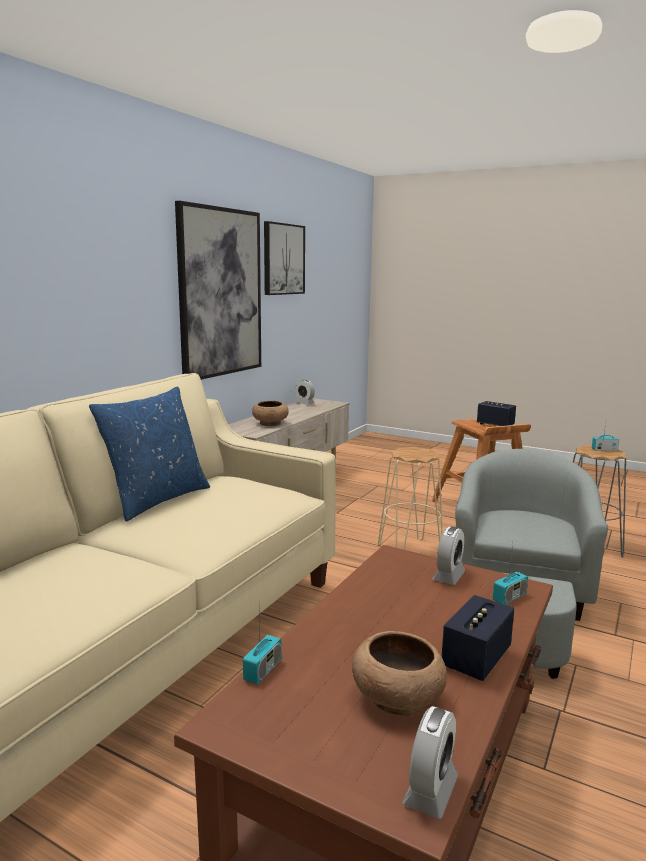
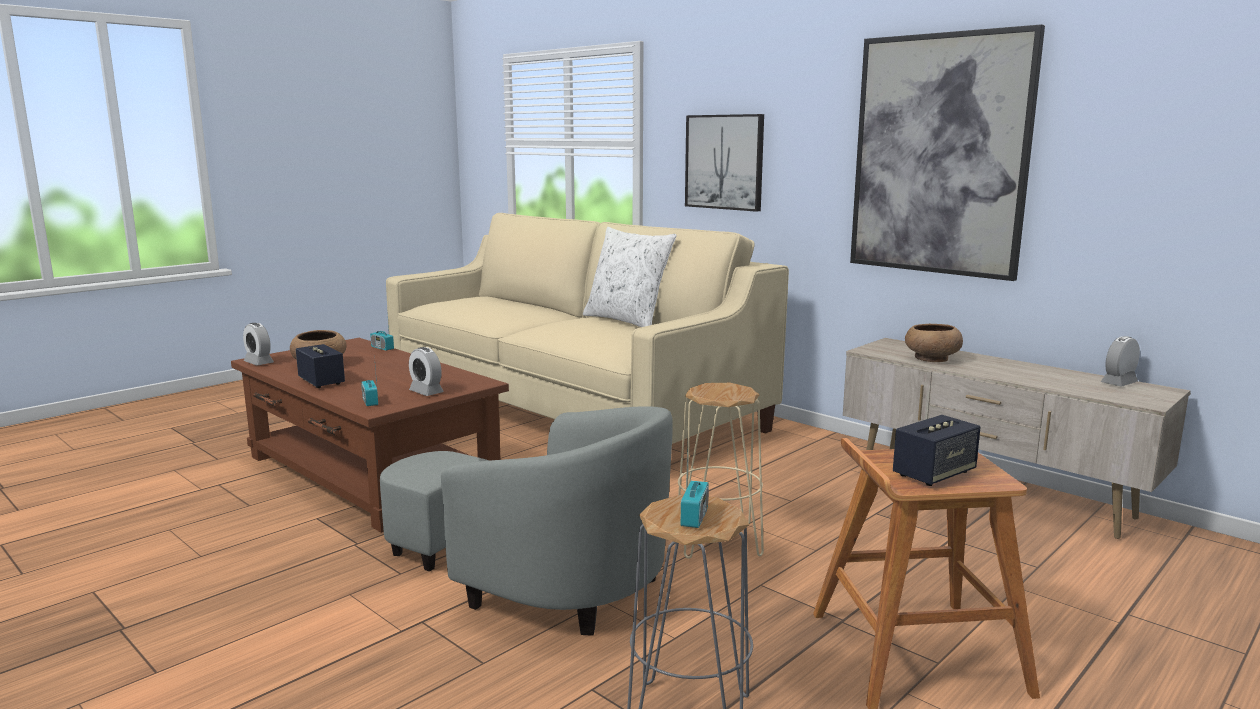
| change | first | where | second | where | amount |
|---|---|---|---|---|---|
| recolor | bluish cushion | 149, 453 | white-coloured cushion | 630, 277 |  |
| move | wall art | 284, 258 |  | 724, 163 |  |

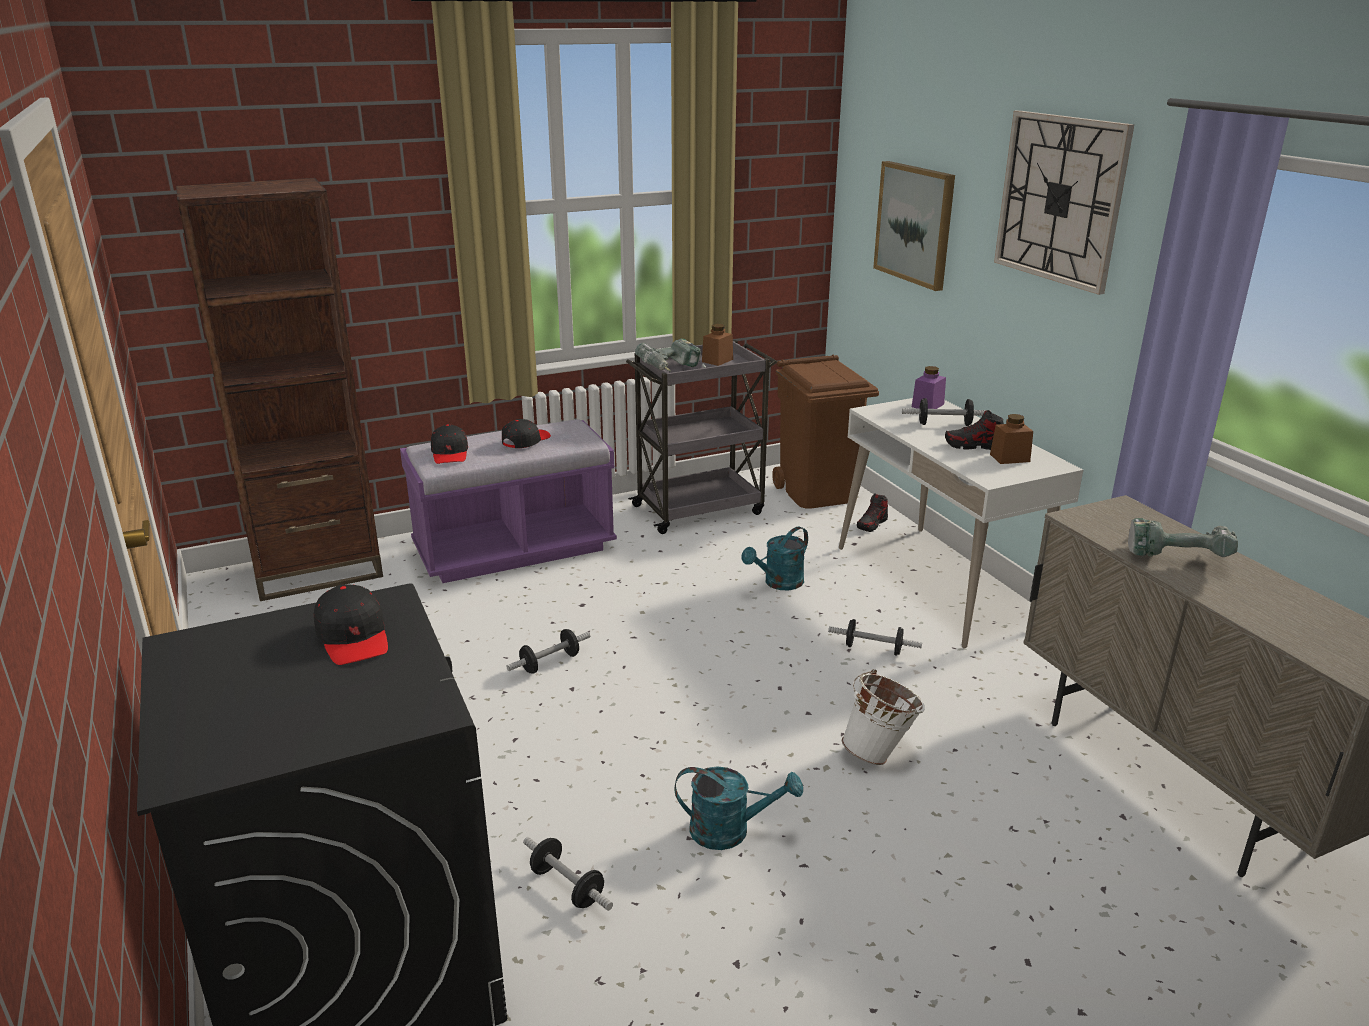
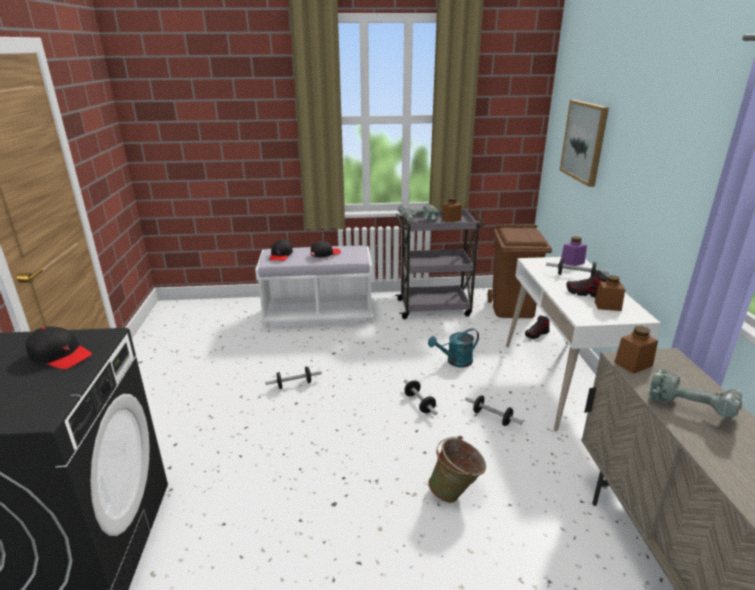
| change | first | where | second | where | amount |
|---|---|---|---|---|---|
| rotate | black peaked cap | 351, 624 |  | 58, 347 | 60 degrees counterclockwise |
| recolor | purplish long seat | 508, 501 | white-coloured long seat | 314, 286 |  |
| move | hand weight | 568, 874 |  | 421, 397 |  |
| recolor | white-coloured bucket | 883, 717 | green-coloured bucket | 457, 469 |  |
| insert |  |  | brown-coloured jar | 636, 350 |  |
| delete | brown-coloured shelving unit | 279, 389 |  |  |  |
| delete | blue-green sprinkling can | 738, 808 |  |  |  |
| delete | hanging clock | 1064, 202 |  |  |  |

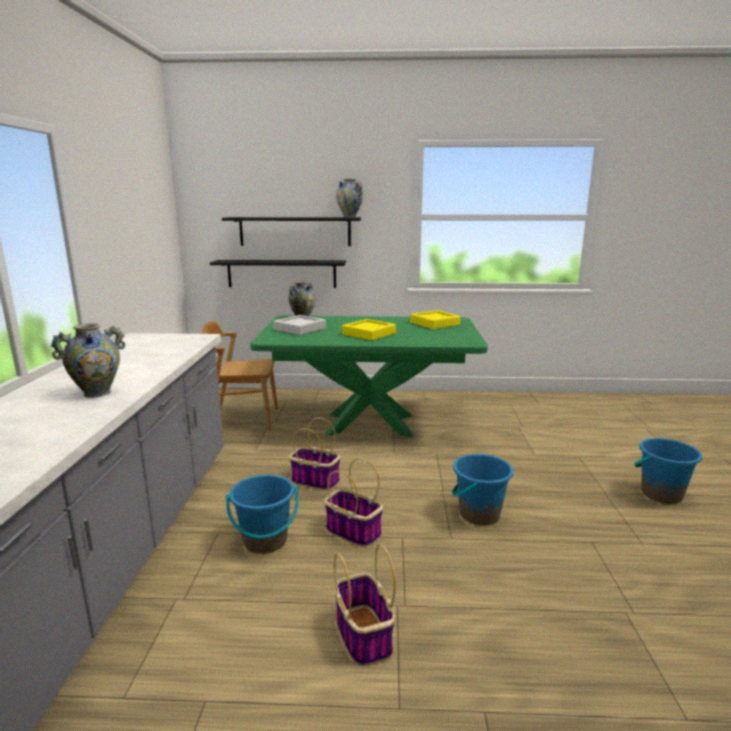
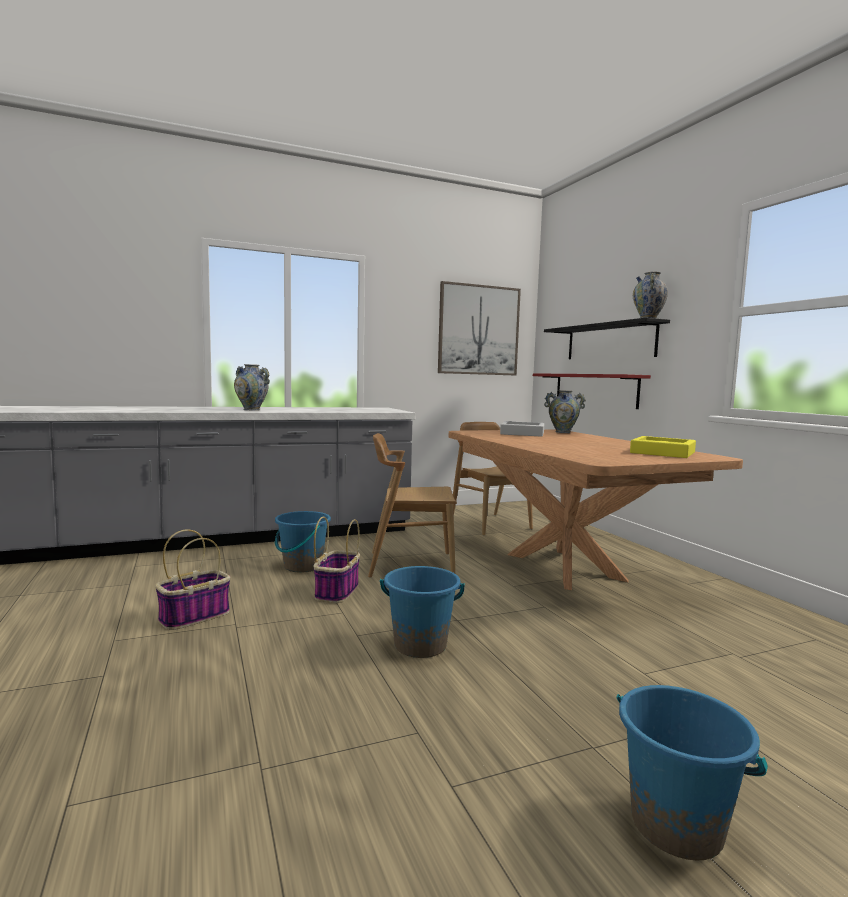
| change | first | where | second | where | amount |
|---|---|---|---|---|---|
| replace | household basket | 314, 454 | brown-coloured upright chair | 412, 505 |  |
| insert |  |  | wall art | 479, 328 |  |
| recolor | green-coloured dinner table | 369, 377 | brown-coloured dinner table | 596, 509 |  |
| recolor | black bracket shelf | 278, 274 | red-coloured bracket shelf | 592, 391 |  |
| delete | yellow tray | 369, 330 |  |  |  |

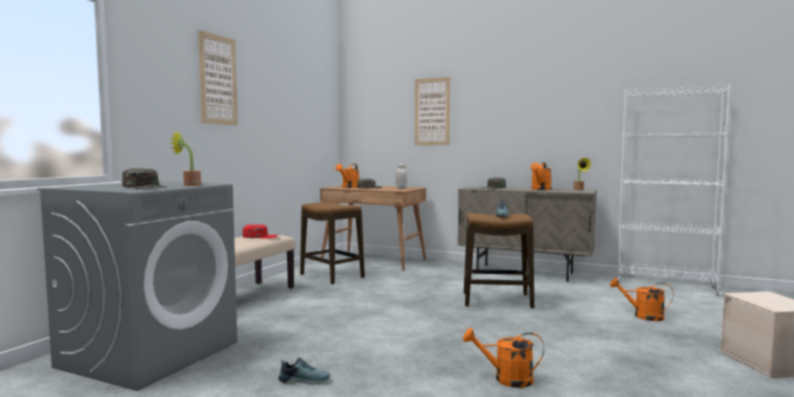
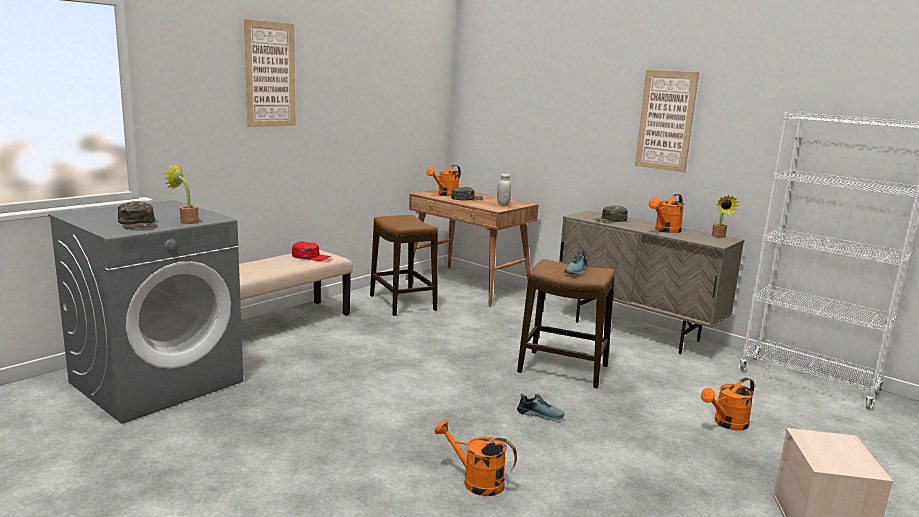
| change | first | where | second | where | amount |
|---|---|---|---|---|---|
| move | low shoe | 304, 370 |  | 541, 407 |  |
| move | wall art | 432, 111 |  | 667, 121 |  |
| rotate | orangey sprinkling can | 641, 299 |  | 727, 404 | 75 degrees counterclockwise |

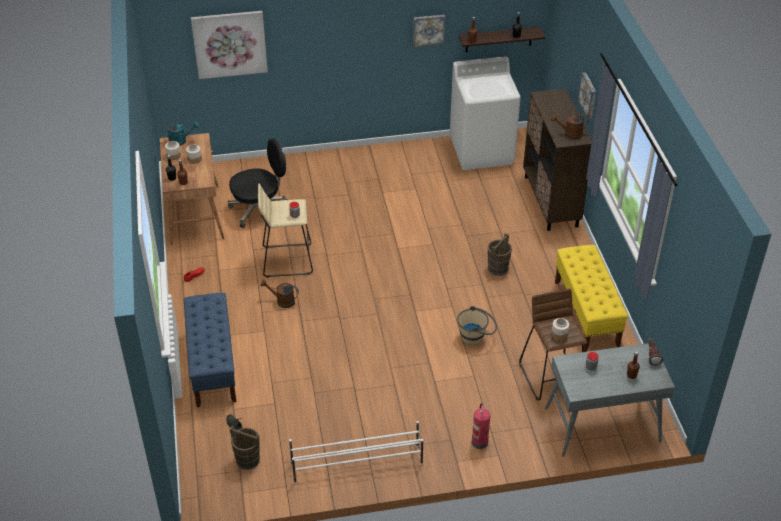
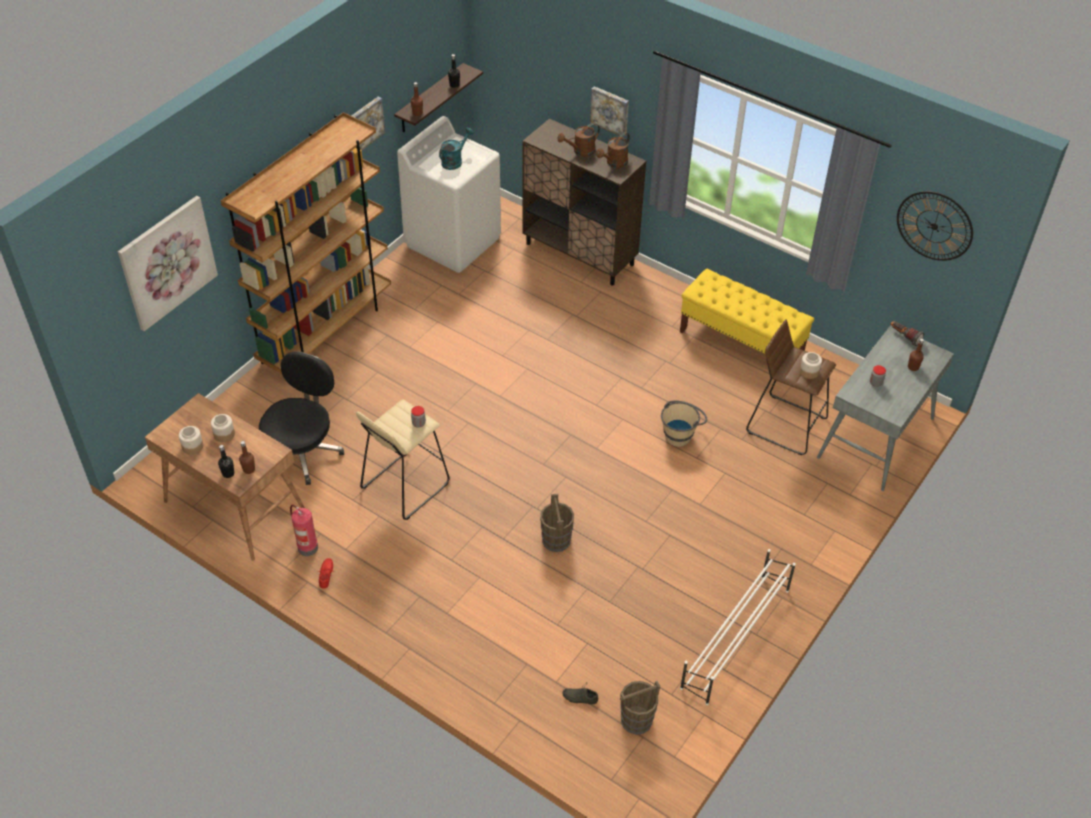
| change | first | where | second | where | amount |
|---|---|---|---|---|---|
| insert |  |  | brown-coloured shelving unit | 306, 243 |  |
| move | extinguisher | 481, 426 |  | 304, 530 |  |
| move | blue-green sprinkling can | 181, 133 |  | 456, 149 |  |
| move | brown-coloured bucket | 499, 254 |  | 557, 523 |  |
| move | brown-coloured sprinkling can | 279, 294 |  | 578, 140 |  |
| insert |  |  | hanging clock | 935, 226 |  |
| delete | bluish long seat | 210, 350 |  |  |  |

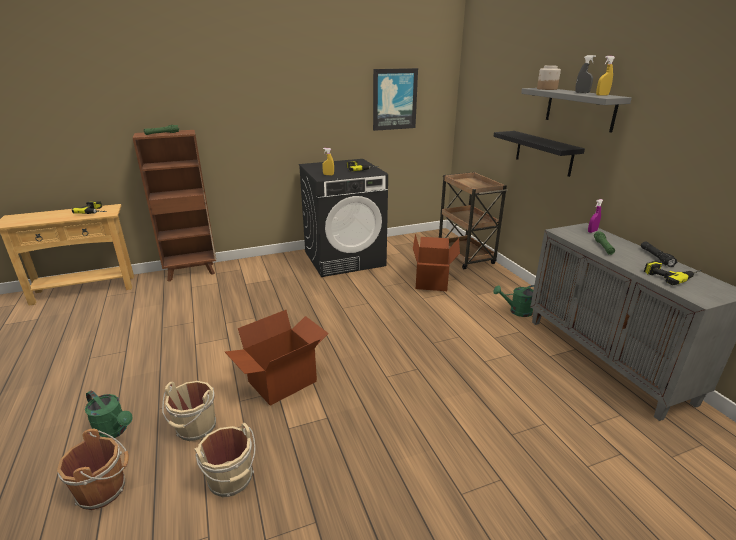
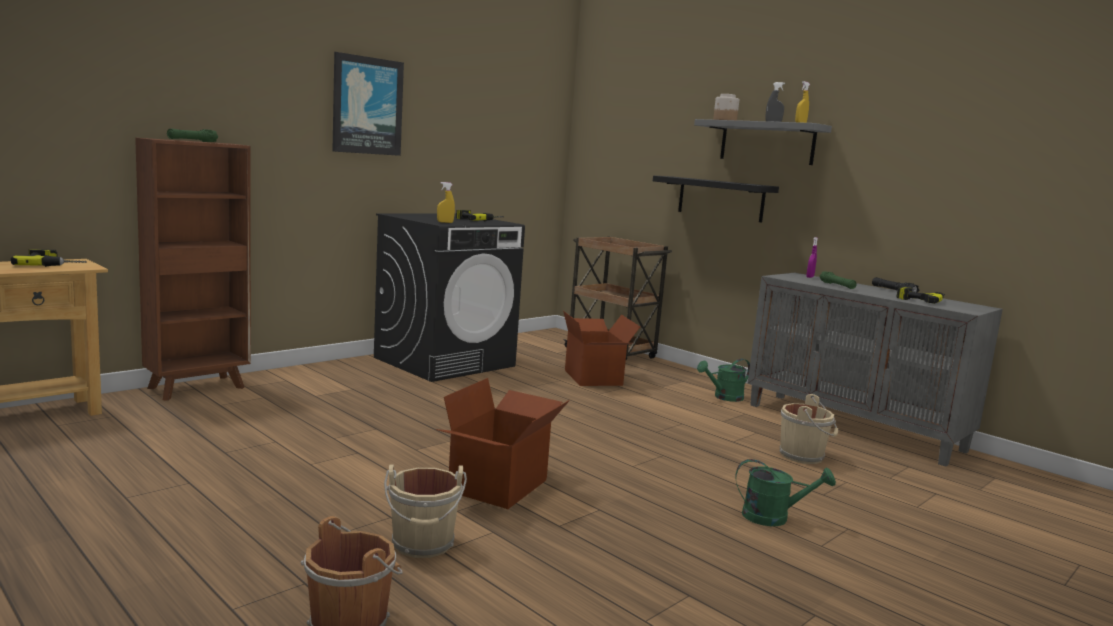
| change | first | where | second | where | amount |
|---|---|---|---|---|---|
| move | wall art | 395, 99 |  | 368, 104 |  |
| move | green-coloured sprinkling can | 108, 414 |  | 785, 492 |  |
| move | sand-coloured bucket | 225, 460 |  | 809, 429 |  |

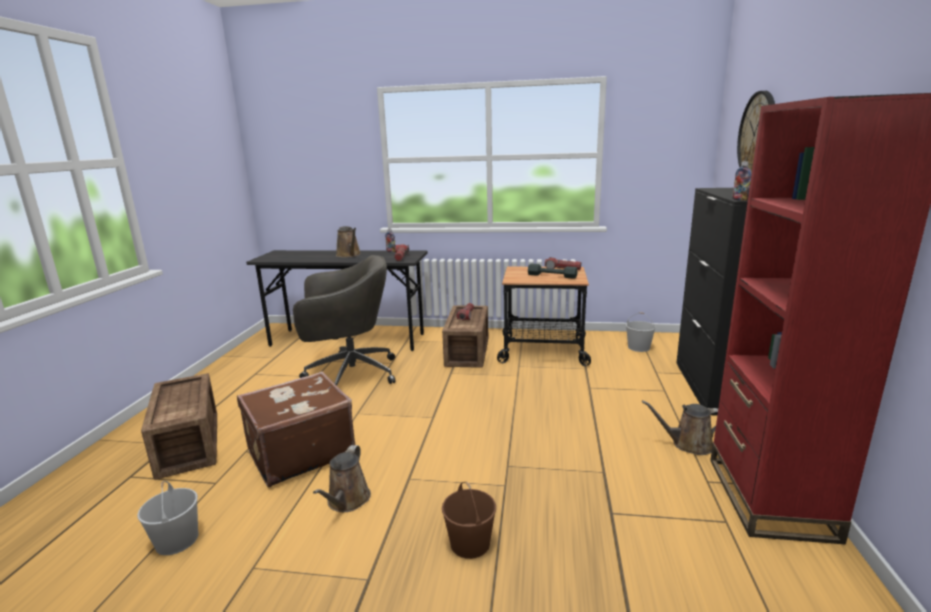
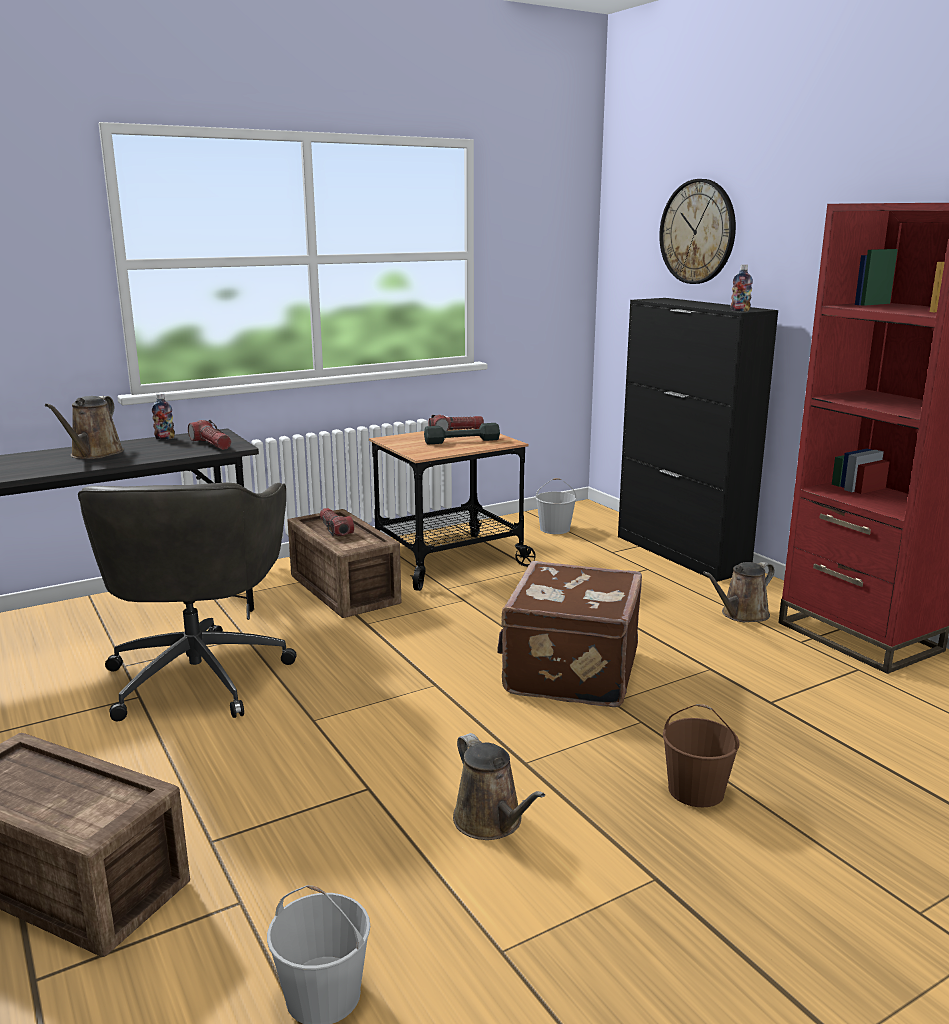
| change | first | where | second | where | amount |
|---|---|---|---|---|---|
| rotate | brown-coloured sprinkling can | 348, 242 |  | 84, 427 | 75 degrees clockwise |
| rotate | greyish office chair | 344, 320 |  | 187, 601 | 135 degrees clockwise |
| move | brown-coloured piece of luggage | 296, 429 |  | 569, 634 |  |

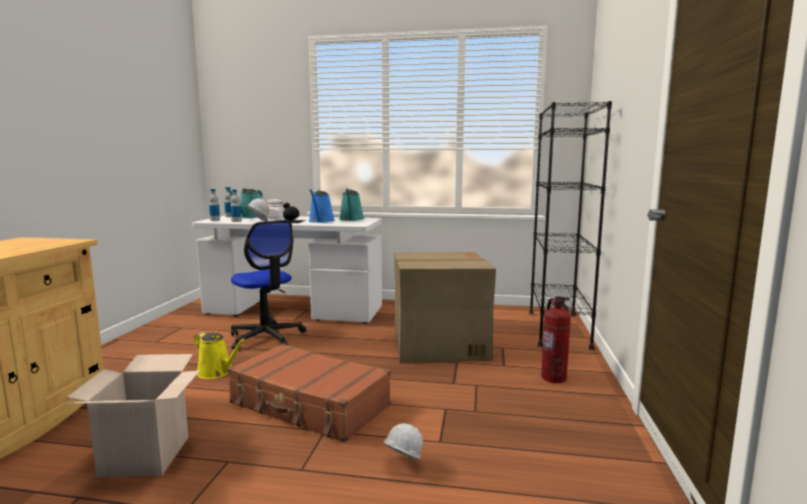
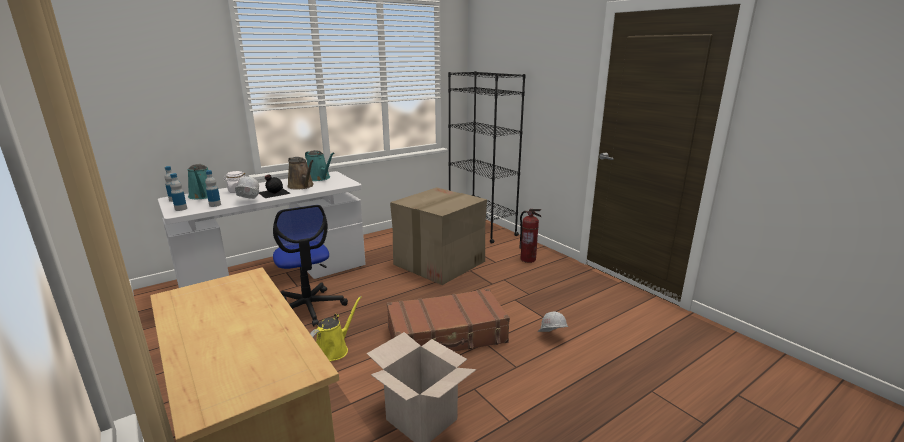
| change | first | where | second | where | amount |
|---|---|---|---|---|---|
| rotate | office chair | 268, 285 |  | 310, 266 | 60 degrees clockwise |
| recolor | bluish sprinkling can | 322, 206 | brown-coloured sprinkling can | 300, 173 |  |
| rotate | yellow sprinkling can | 220, 355 |  | 336, 329 | 45 degrees counterclockwise |

